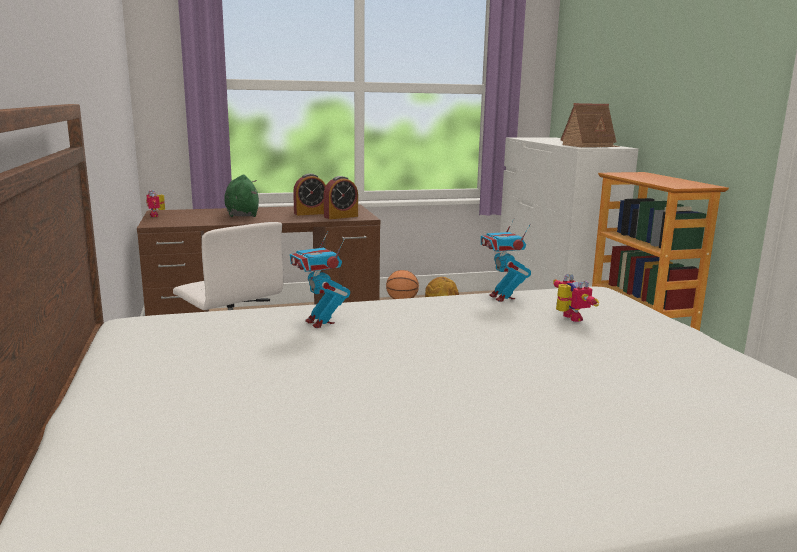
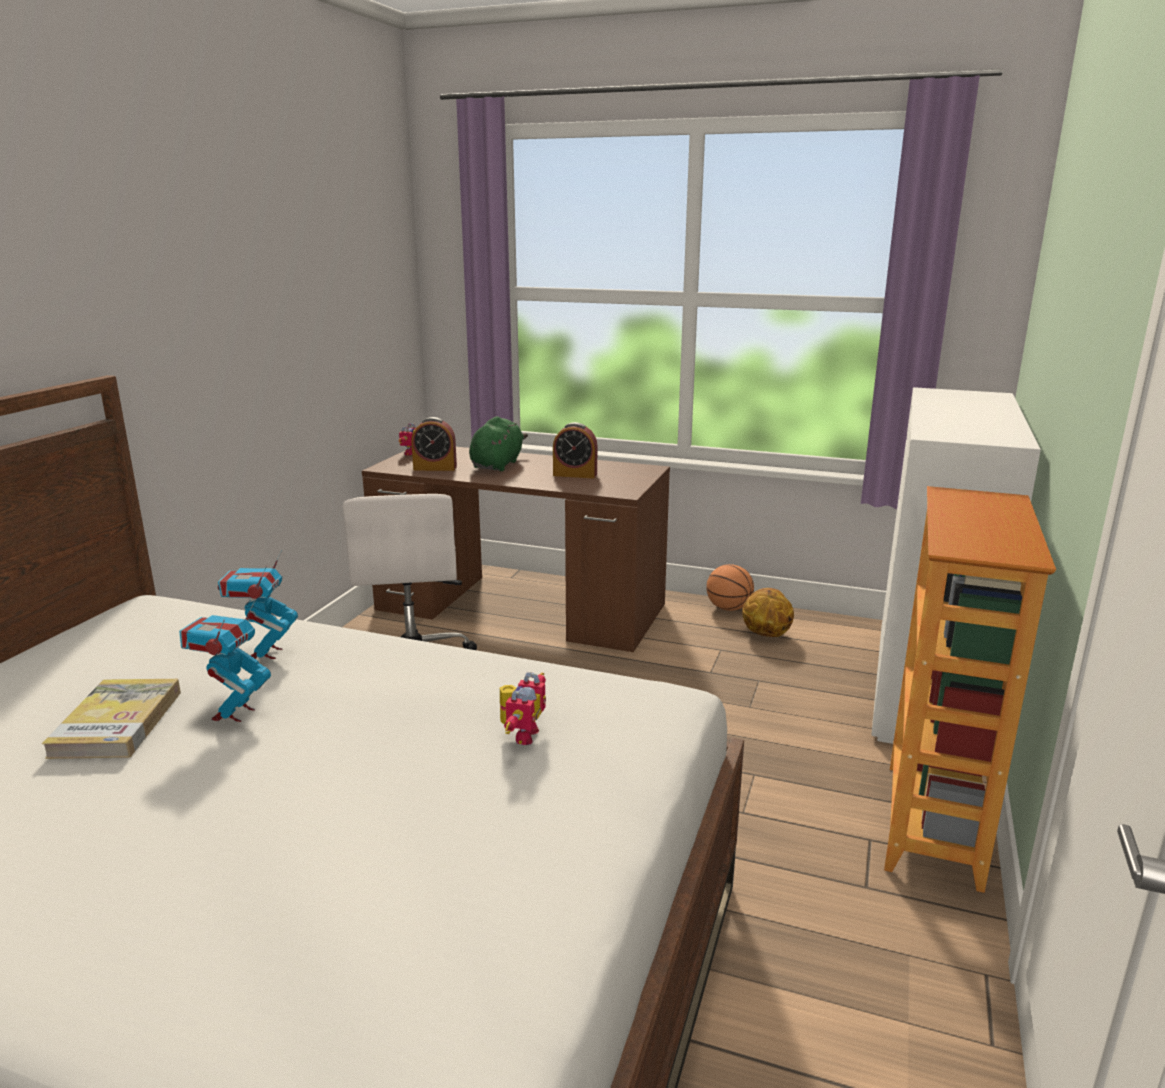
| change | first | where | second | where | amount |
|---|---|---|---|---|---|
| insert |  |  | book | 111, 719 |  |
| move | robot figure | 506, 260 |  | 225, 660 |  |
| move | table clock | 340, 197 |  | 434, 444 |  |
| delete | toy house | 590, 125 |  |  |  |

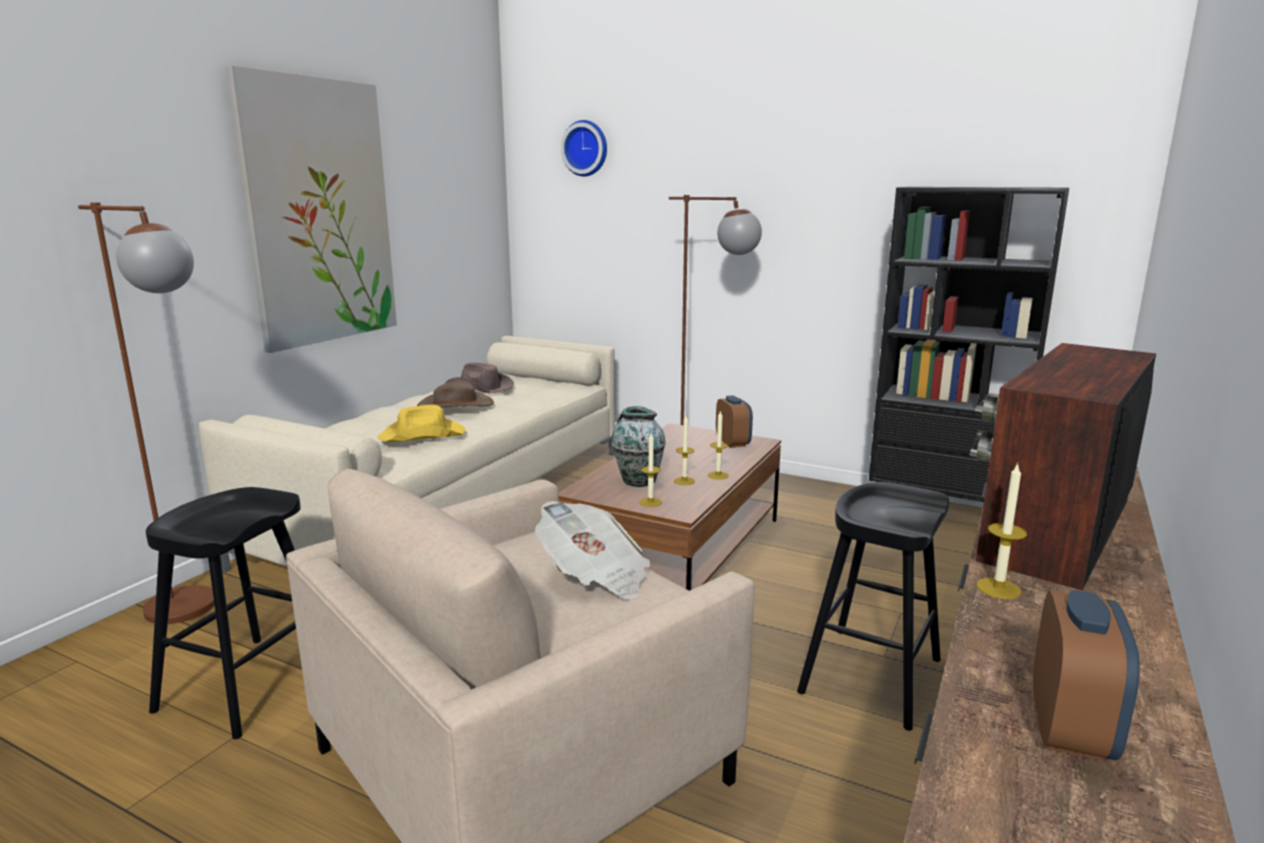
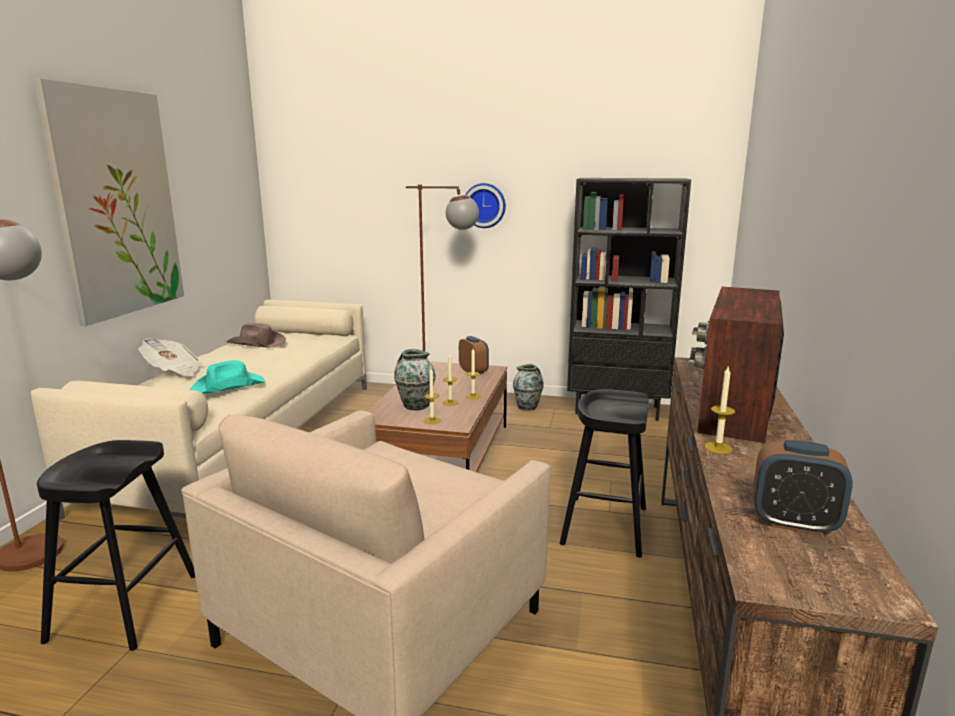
| change | first | where | second | where | amount |
|---|---|---|---|---|---|
| move | newspaper | 593, 550 |  | 170, 357 |  |
| recolor | yellow hat | 421, 423 | blue-green hat | 227, 376 |  |
| move | hanging clock | 584, 148 |  | 486, 205 |  |
| insert |  |  | decorative vase | 528, 387 |  |
| rotate | table clock | 1086, 675 |  | 803, 487 | 105 degrees clockwise |
| delete | brown-coloured hat | 455, 394 |  |  |  |

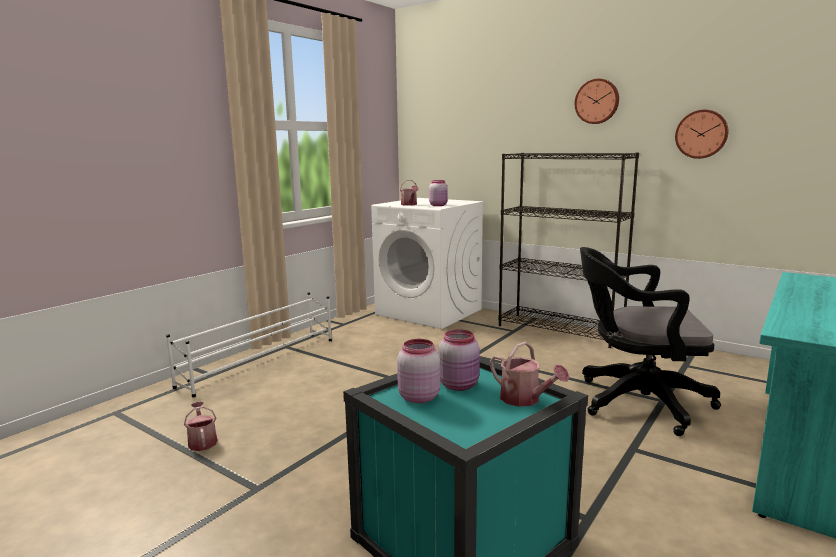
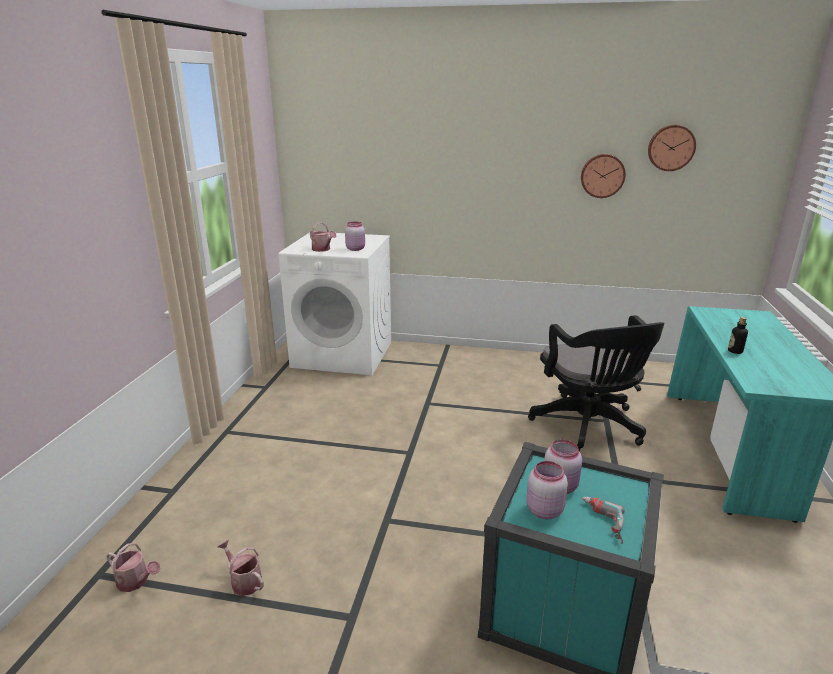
| change | first | where | second | where | amount |
|---|---|---|---|---|---|
| move | sprinkling can | 529, 374 |  | 133, 567 |  |
| rotate | black office chair | 650, 341 |  | 596, 383 | 90 degrees counterclockwise |
| insert |  |  | electric drill | 603, 521 |  |
| move | hanging clock | 597, 101 |  | 672, 148 |  |
| insert |  |  | drink bottle | 738, 335 |  |
| delete | white-coloured shoe stand | 249, 345 |  |  |  |
| delete | black shelving unit | 568, 250 |  |  |  |

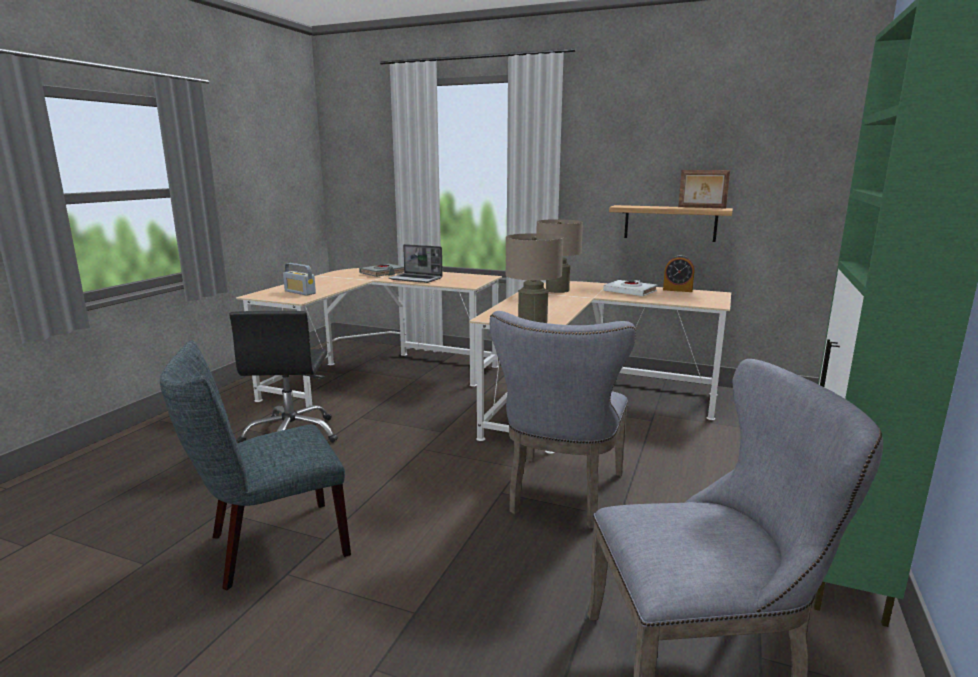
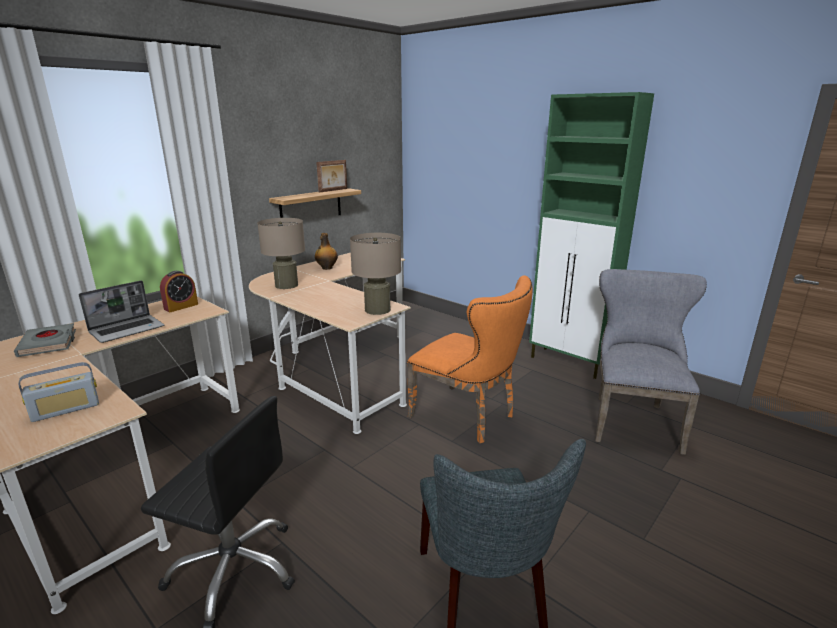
| change | first | where | second | where | amount |
|---|---|---|---|---|---|
| move | table clock | 679, 273 |  | 179, 291 |  |
| replace | white-coloured book | 630, 288 | drink bottle | 326, 251 |  |
| recolor | greyish upright chair | 563, 420 | orangey upright chair | 470, 359 |  |

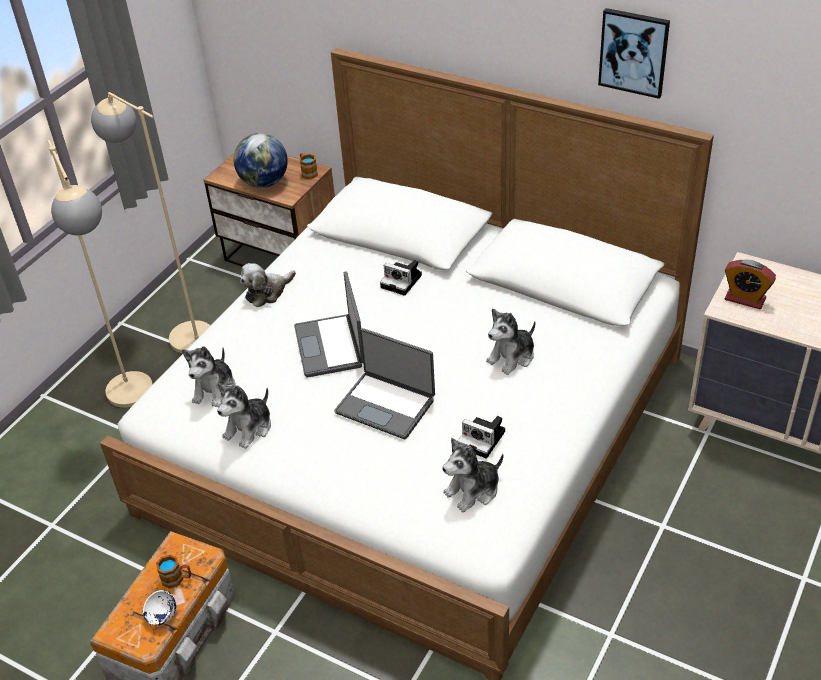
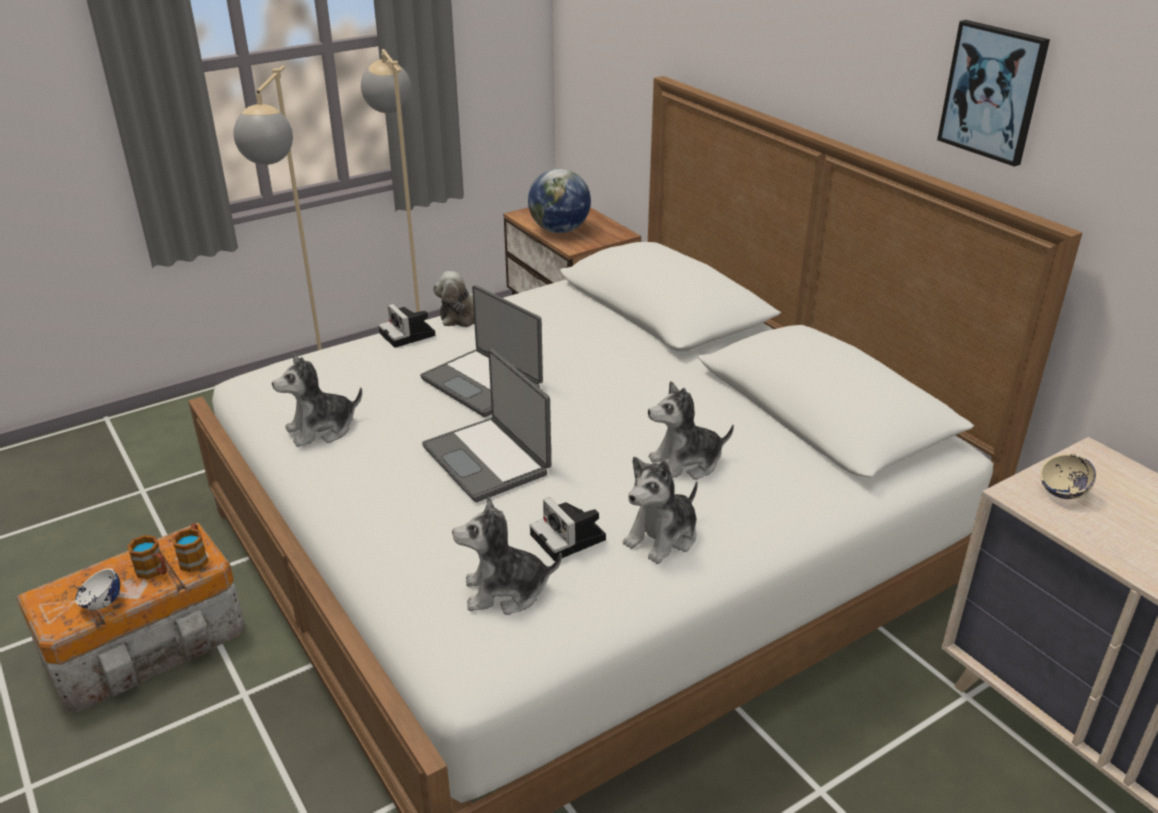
| change | first | where | second | where | amount |
|---|---|---|---|---|---|
| move | tea mug | 309, 166 |  | 190, 547 |  |
| move | still camera | 401, 278 |  | 407, 326 |  |
| rotate | portable computer | 328, 324 |  | 481, 351 | 60 degrees counterclockwise |
| move | cuddly toy | 208, 376 |  | 660, 510 |  |
| replace | table clock | 750, 284 | sand-coloured deep dish | 1068, 476 |  |

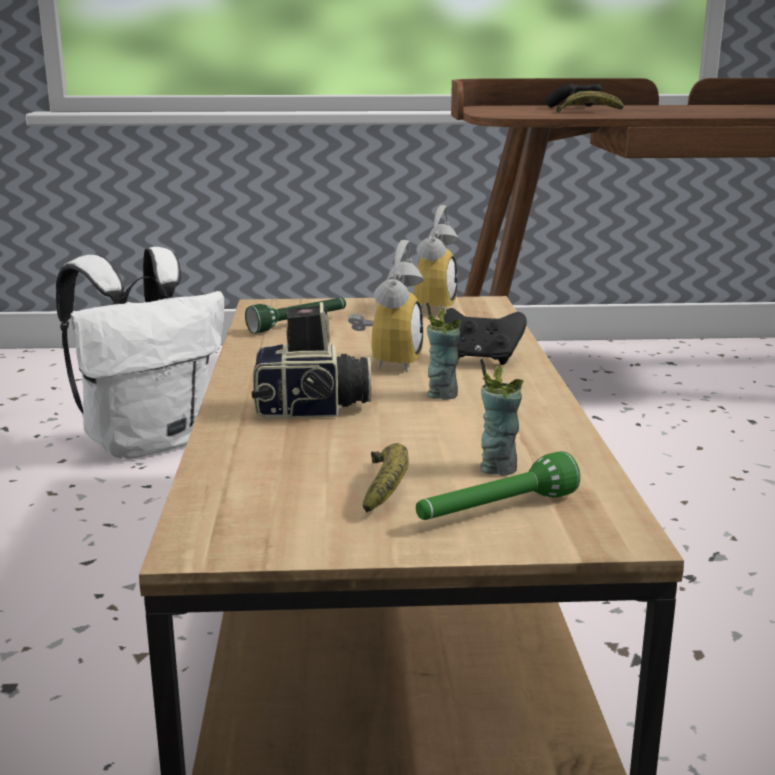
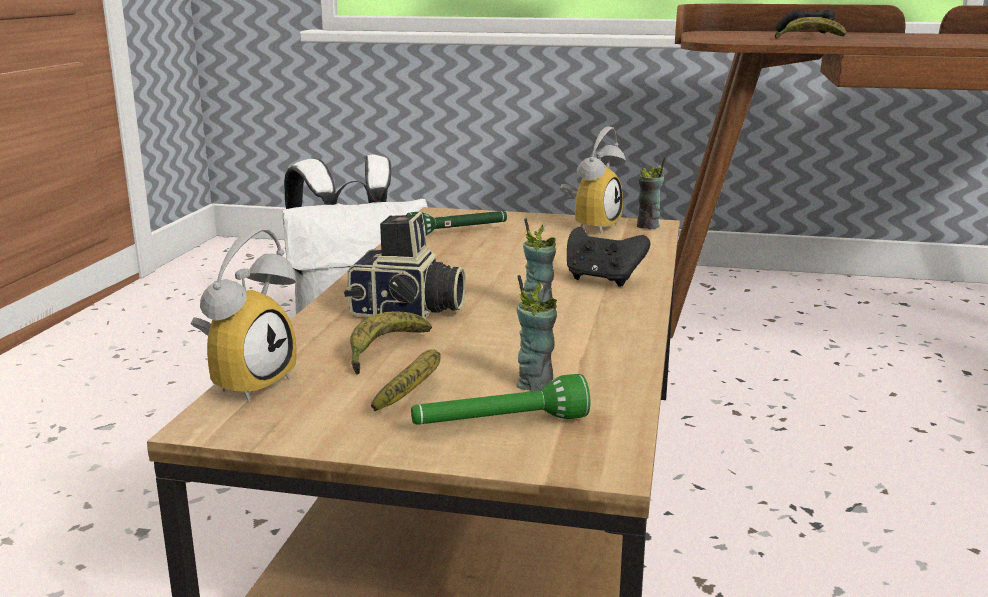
| change | first | where | second | where | amount |
|---|---|---|---|---|---|
| move | table clock | 386, 306 |  | 243, 314 |  |
| insert |  |  | whole banana | 391, 343 |  |
| insert |  |  | cup | 651, 193 |  |

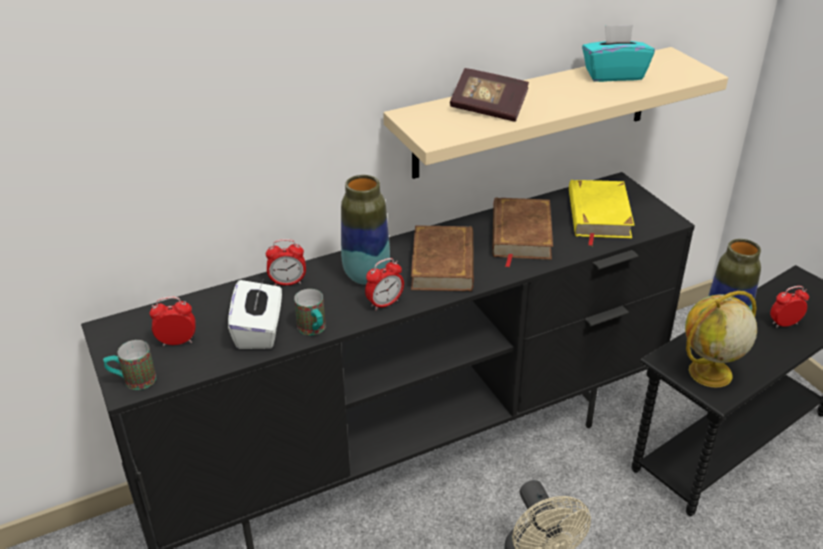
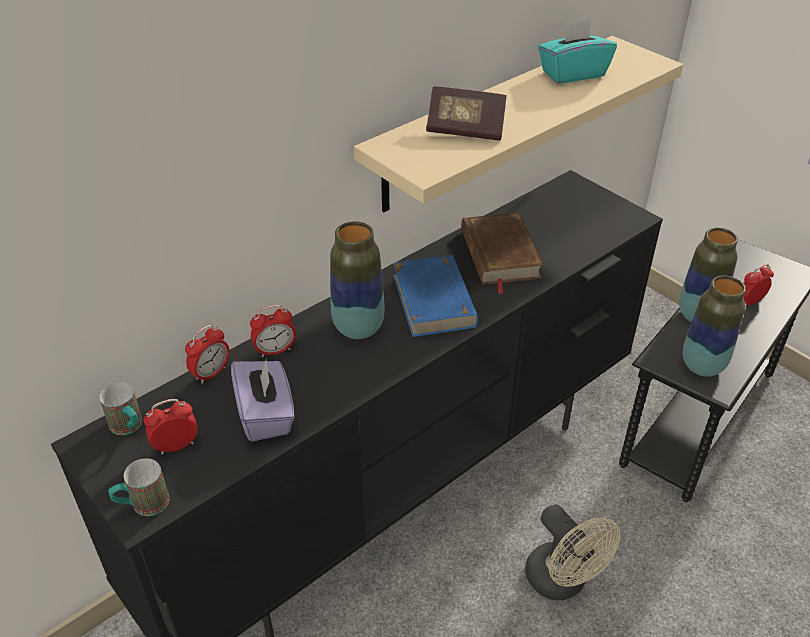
| change | first | where | second | where | amount |
|---|---|---|---|---|---|
| move | tea mug | 310, 312 |  | 120, 408 |  |
| move | table clock | 384, 284 |  | 207, 354 |  |
| recolor | white-coloured box of tissues | 255, 313 | purplish box of tissues | 262, 399 |  |
| recolor | brown-coloured book | 442, 258 | bluish book | 435, 296 |  |
| replace | desk globe | 721, 339 | decorative vase | 714, 326 |  |
| delete | yellow book | 601, 213 |  |  |  |

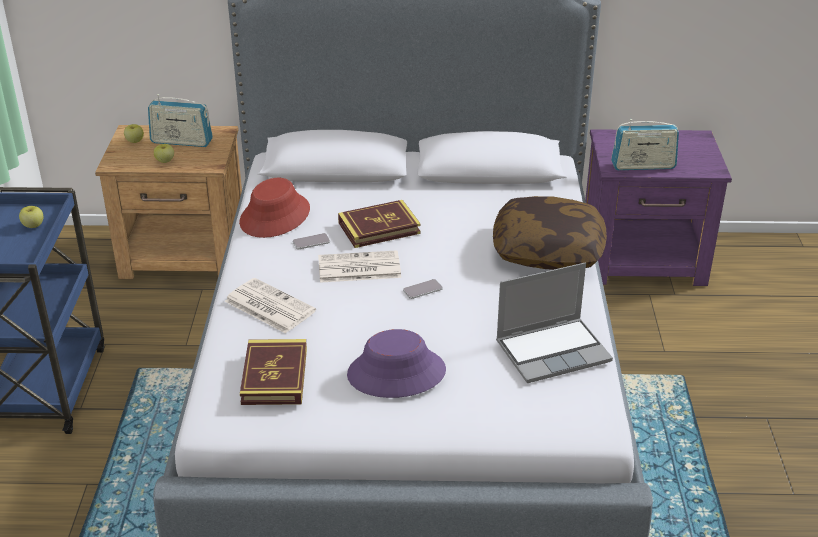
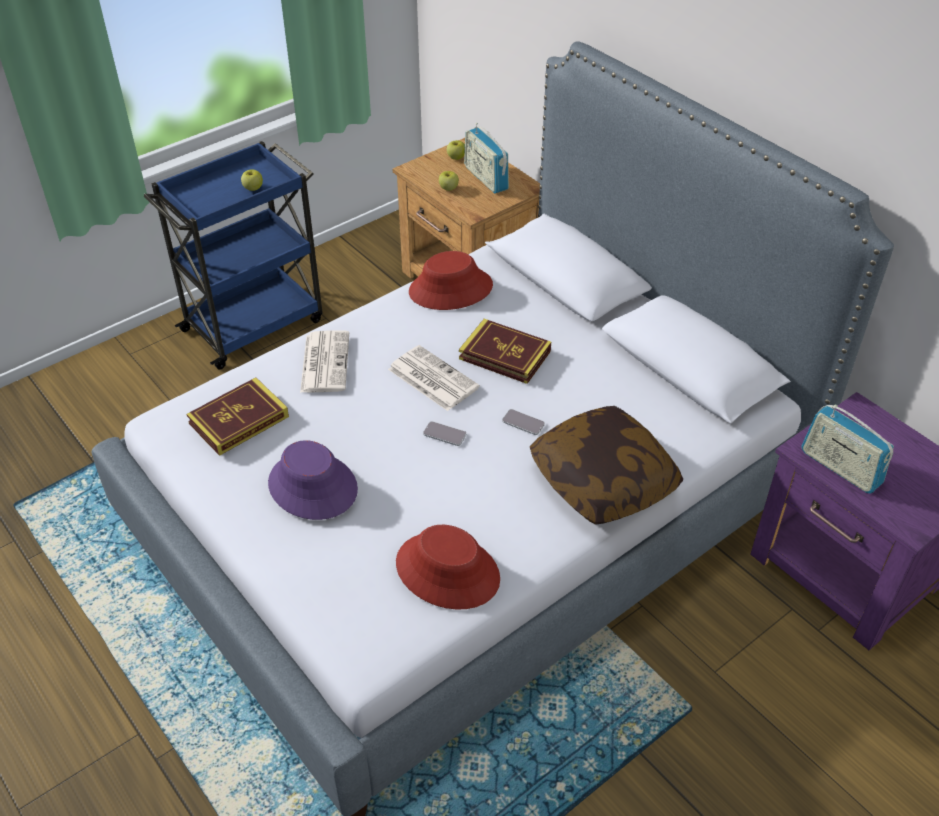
| change | first | where | second | where | amount |
|---|---|---|---|---|---|
| replace | portable computer | 554, 323 | red-coloured hat | 448, 567 |  |
| move | handset | 311, 241 |  | 523, 422 |  |

